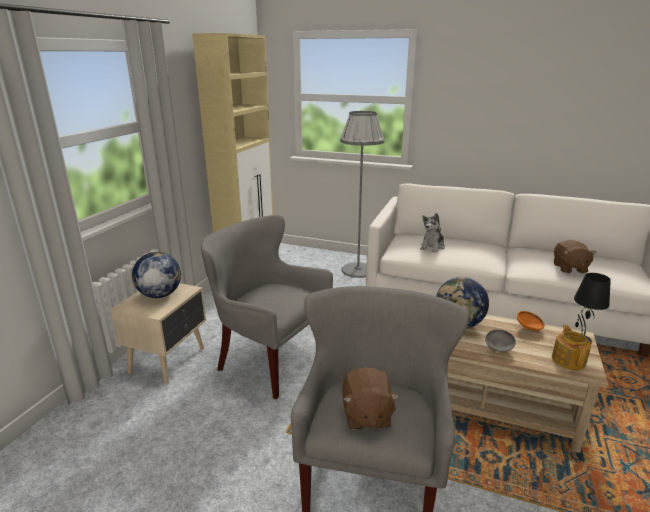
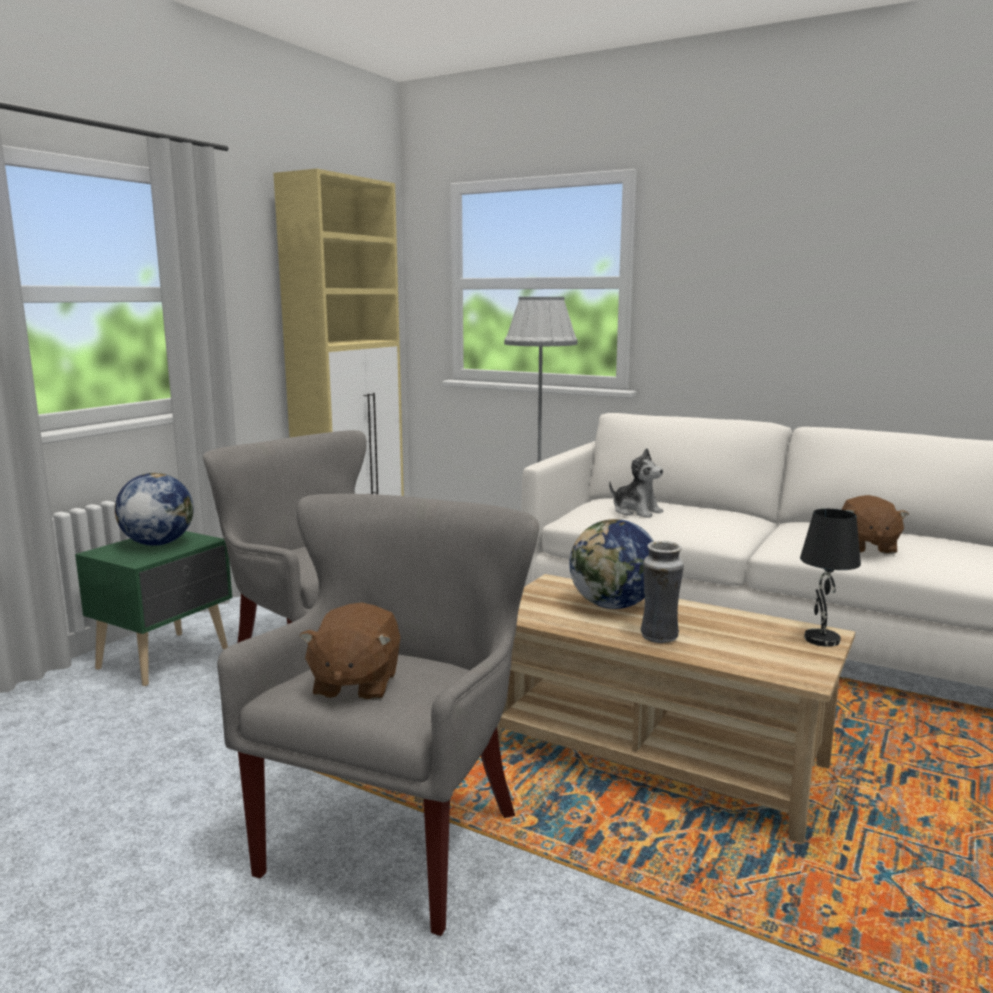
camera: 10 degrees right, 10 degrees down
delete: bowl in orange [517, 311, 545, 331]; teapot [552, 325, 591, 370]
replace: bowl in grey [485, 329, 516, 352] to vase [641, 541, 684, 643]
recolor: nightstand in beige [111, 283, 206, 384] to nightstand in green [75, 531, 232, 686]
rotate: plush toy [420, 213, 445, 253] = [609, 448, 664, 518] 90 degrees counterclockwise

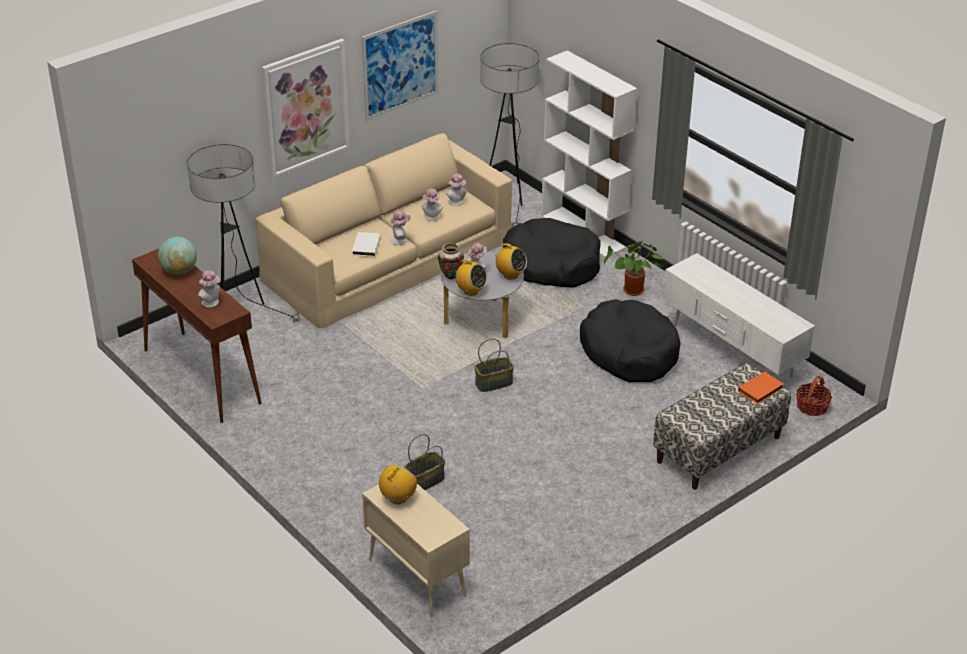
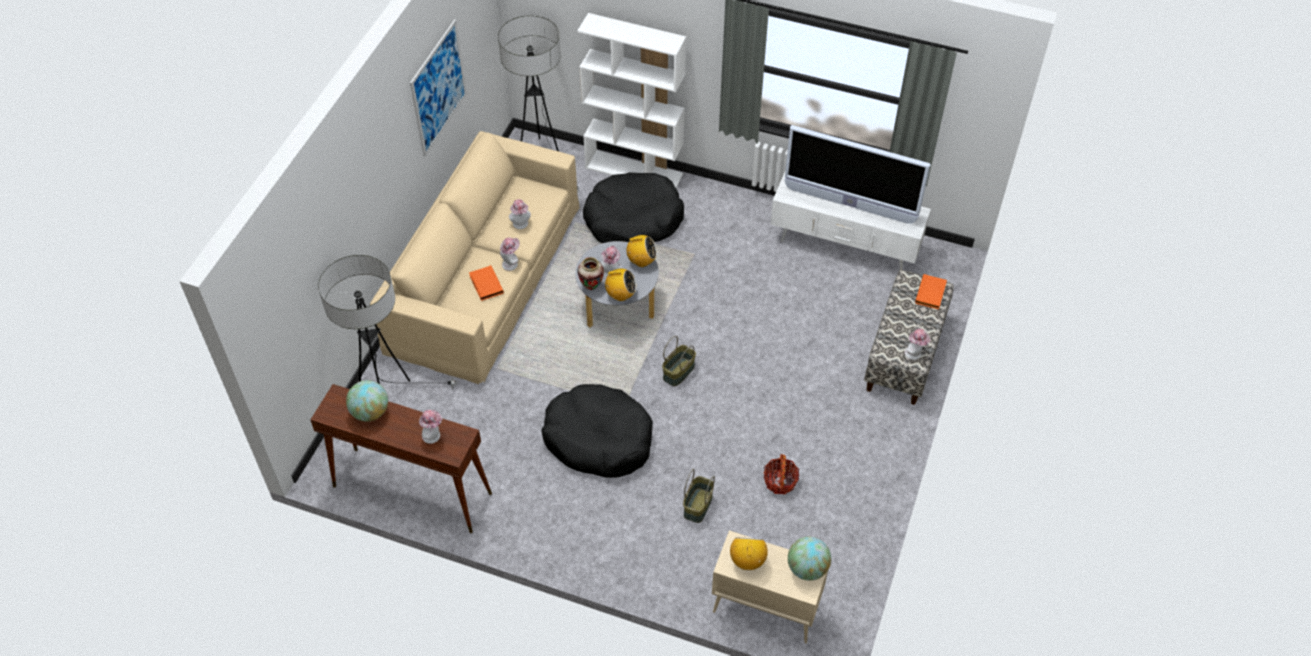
camera: 30 degrees left, 15 degrees up
delete: picture [262, 39, 350, 179]; potted plant [604, 240, 664, 296]
insert: television [785, 125, 930, 224]; globe [788, 537, 831, 581]
move: dog bed in black [580, 299, 681, 382] to [541, 384, 653, 478]; basket [796, 375, 832, 416] to [764, 454, 799, 494]; hat [446, 174, 467, 206] to [905, 329, 931, 360]
recolor: book in white [352, 232, 381, 257] to book in orange [469, 265, 504, 301]

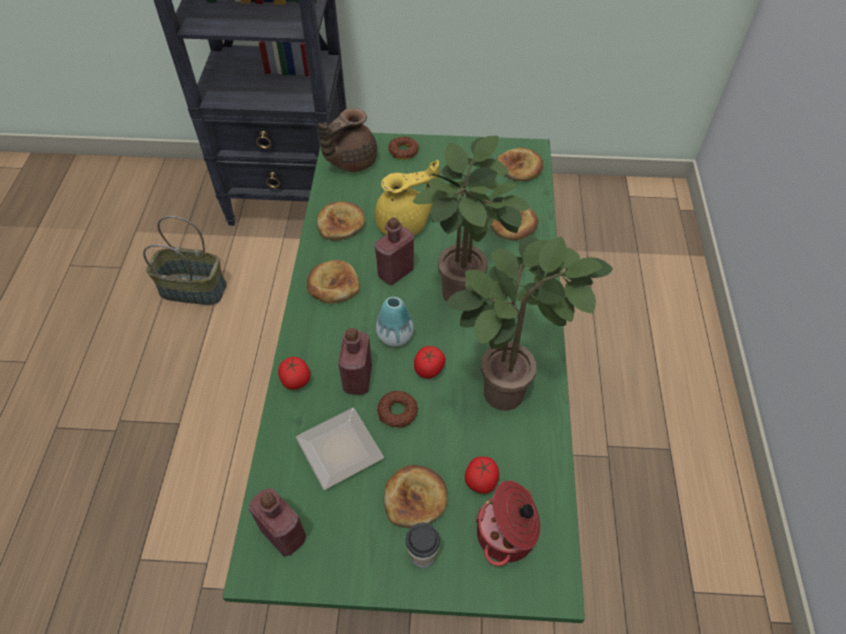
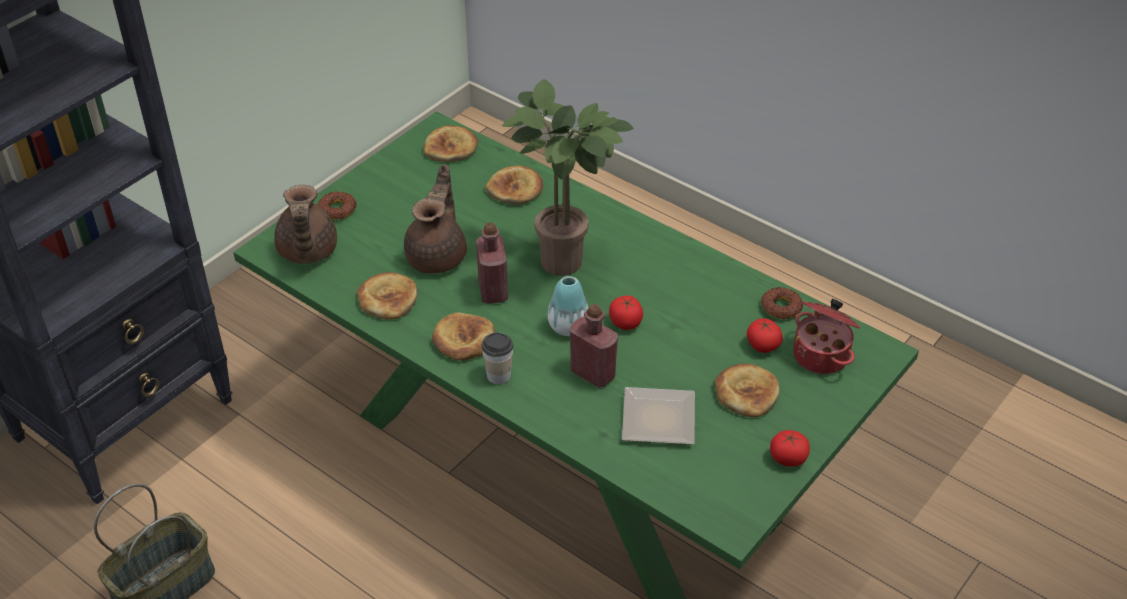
camera: 55 degrees left, 10 degrees down
delete: bottle in red [249, 488, 306, 557]; potted plant [446, 237, 613, 411]
move: cup [406, 523, 440, 568] to [482, 332, 513, 384]; donut [377, 391, 418, 428] to [761, 287, 803, 320]; tomato [278, 357, 310, 390] to [770, 430, 810, 467]
recolor: teapot in yellow [375, 160, 439, 235] to teapot in brown [404, 164, 467, 274]

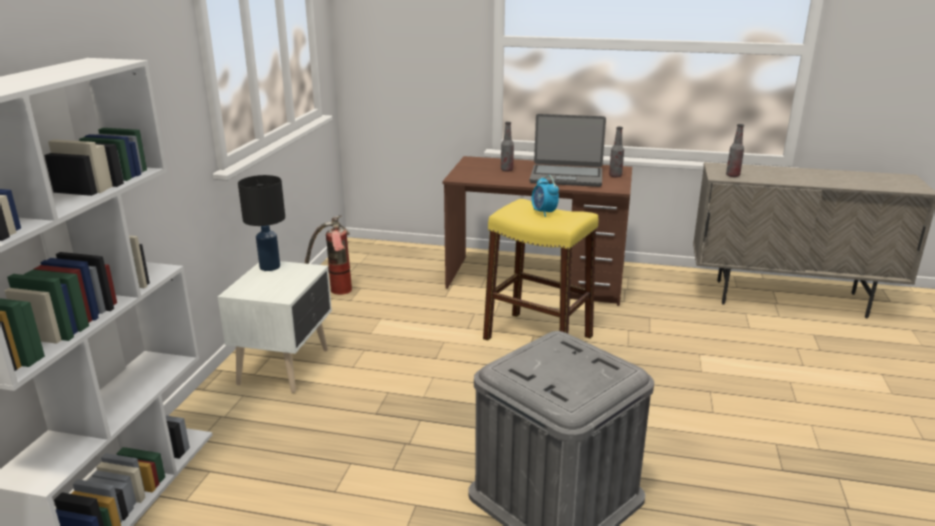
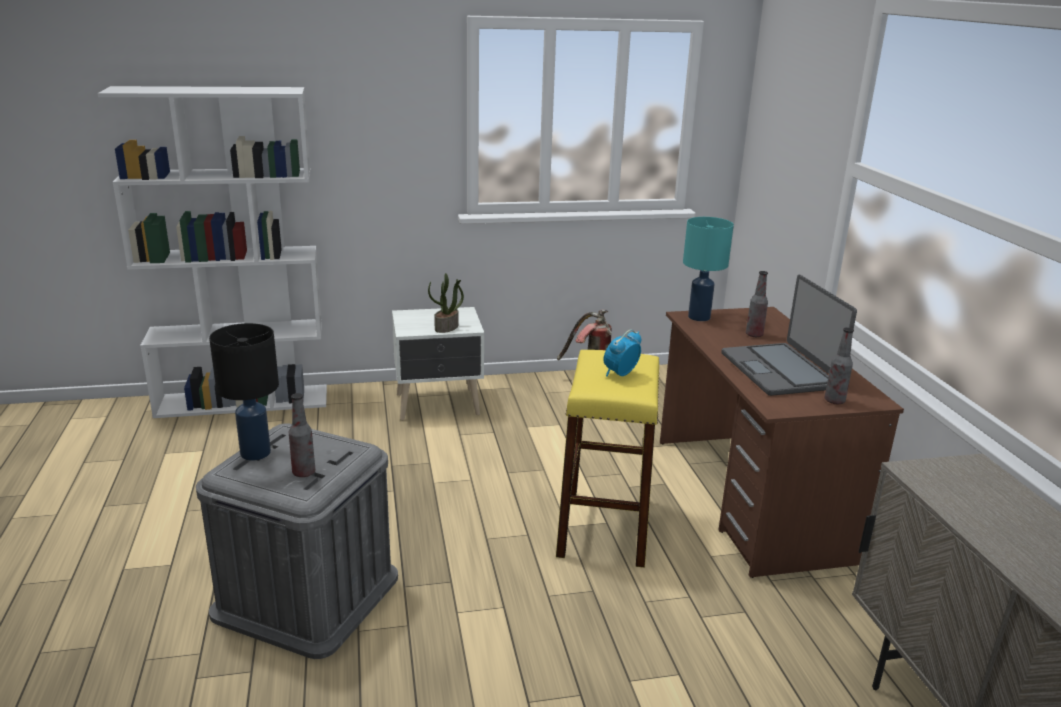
camera: 65 degrees right, 0 degrees up
insert: potted plant [428, 273, 464, 333]; table lamp in turquoise [683, 217, 734, 321]
move: table lamp in black [238, 175, 285, 271] to [209, 323, 279, 461]; bottle [726, 124, 744, 177] to [289, 393, 315, 477]

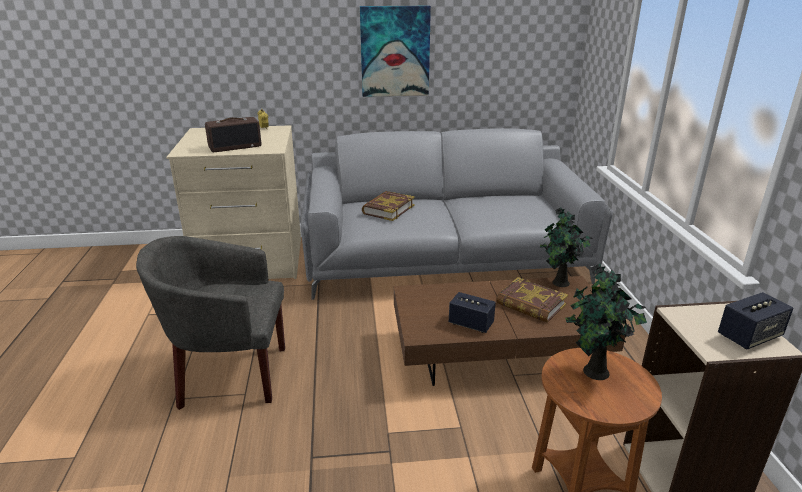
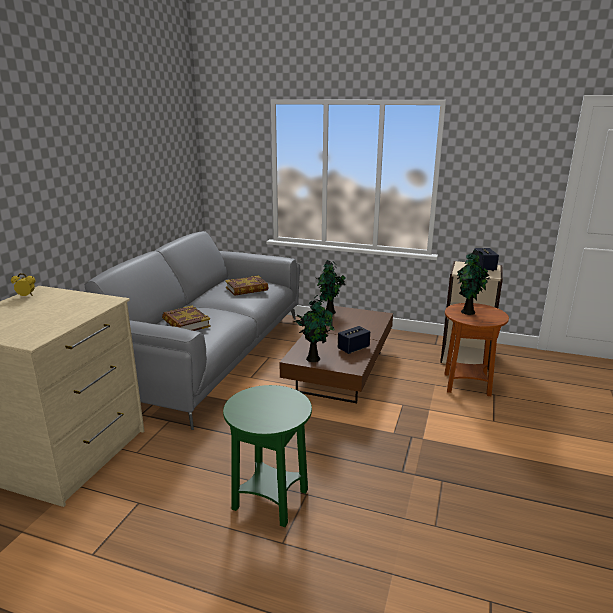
camera: 65 degrees left, 5 degrees down
delete: radio [205, 117, 261, 152]; picture [360, 6, 431, 97]
insert: potted plant [294, 295, 335, 362]
move: book [496, 277, 568, 323] to [225, 276, 268, 296]
replace: armchair in grey [136, 236, 285, 410] to side table in green [223, 385, 312, 527]

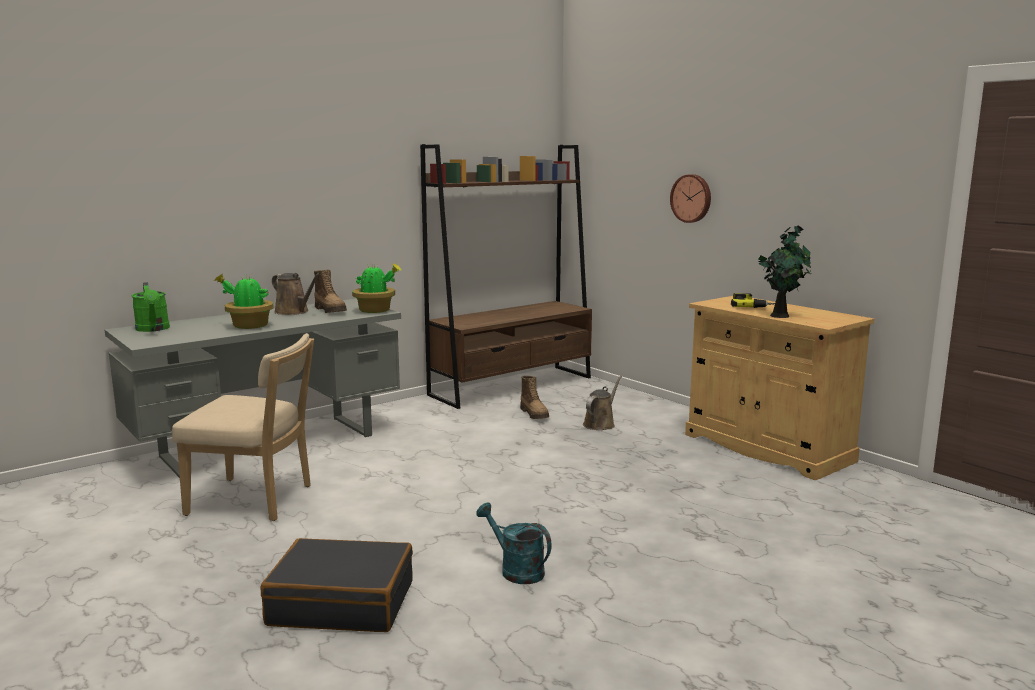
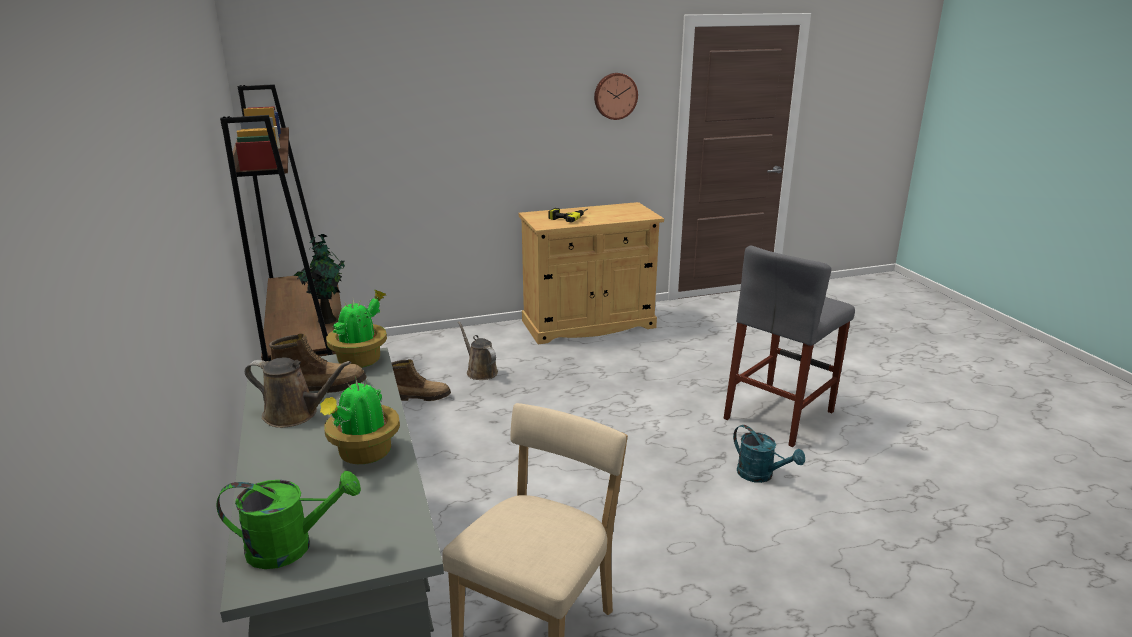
camera: 70 degrees left, 10 degrees up
delete: suitcase in black [261, 538, 413, 632]
insert: stool in grey [724, 245, 855, 447]
move: potted plant [758, 225, 812, 318] to [294, 234, 345, 324]; wall clock [670, 174, 711, 223] to [594, 73, 638, 120]
rotate: watering can in brown [272, 273, 320, 315] = [245, 358, 351, 428] 45 degrees clockwise; watering can in turquoise [476, 503, 552, 584] = [733, 425, 805, 483] 105 degrees counterclockwise

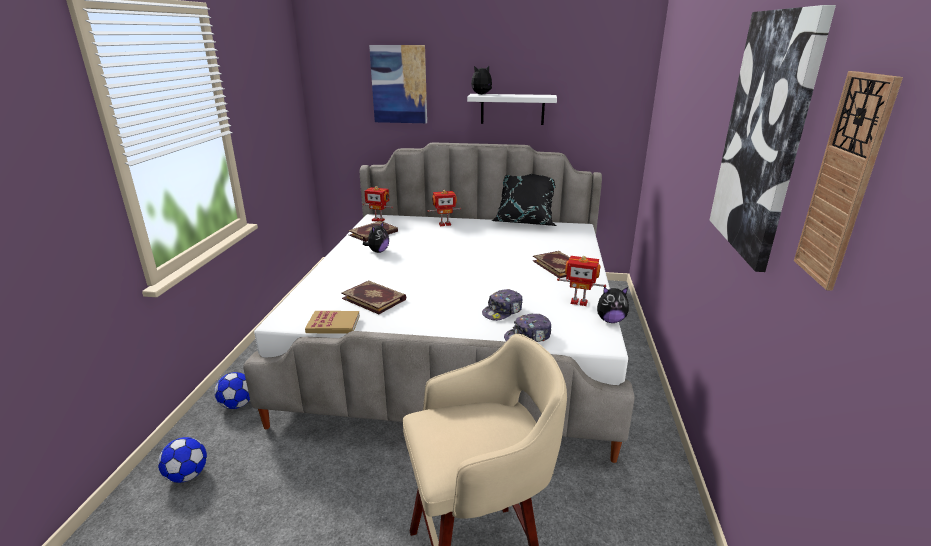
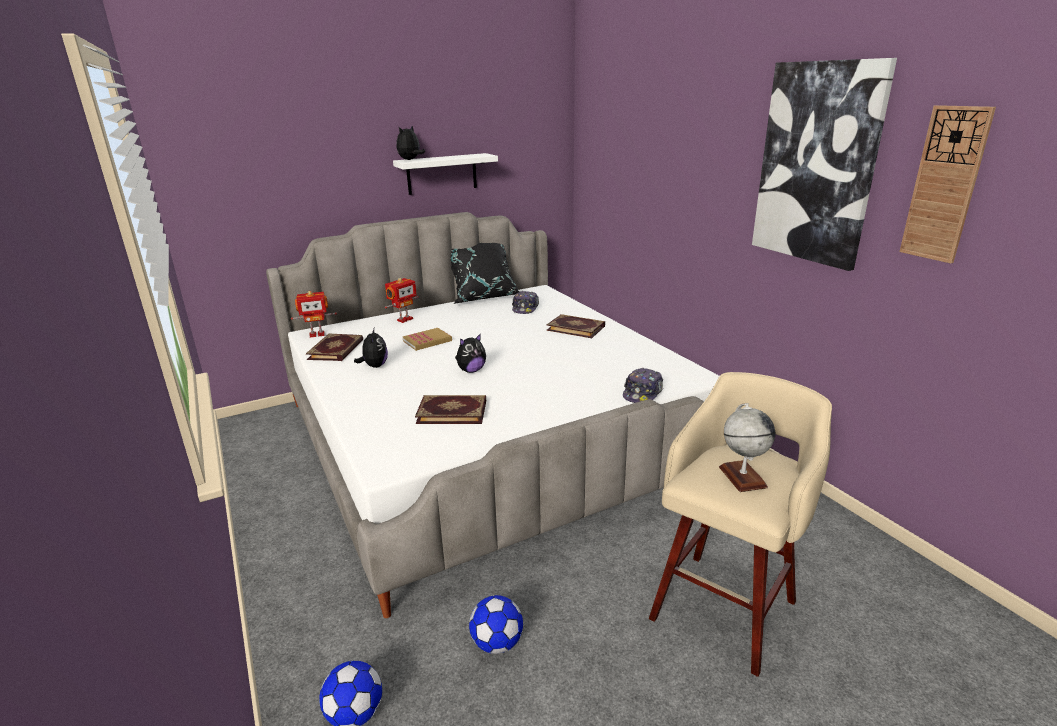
camera: 35 degrees left, 0 degrees up
delete: picture [369, 45, 427, 123]; toy robot [557, 256, 606, 306]
insert: globe [719, 403, 775, 492]
move: book [305, 311, 360, 334] to [403, 328, 452, 351]; plush toy [597, 287, 629, 323] to [455, 334, 486, 373]; football [214, 372, 250, 409] to [469, 595, 523, 654]; cap [482, 289, 523, 321] to [512, 291, 539, 314]

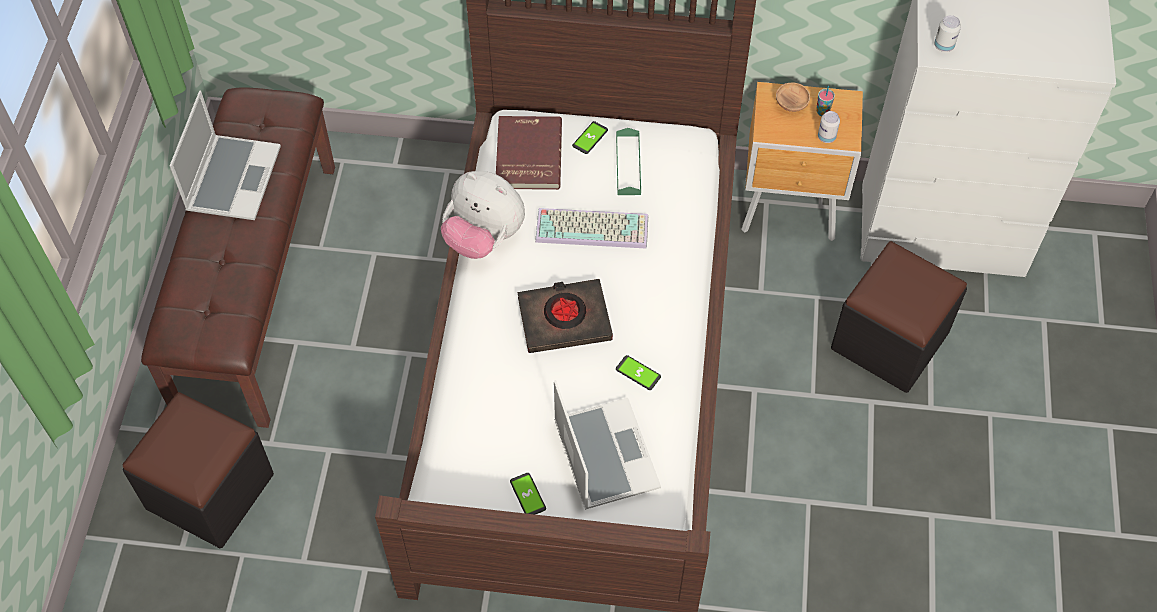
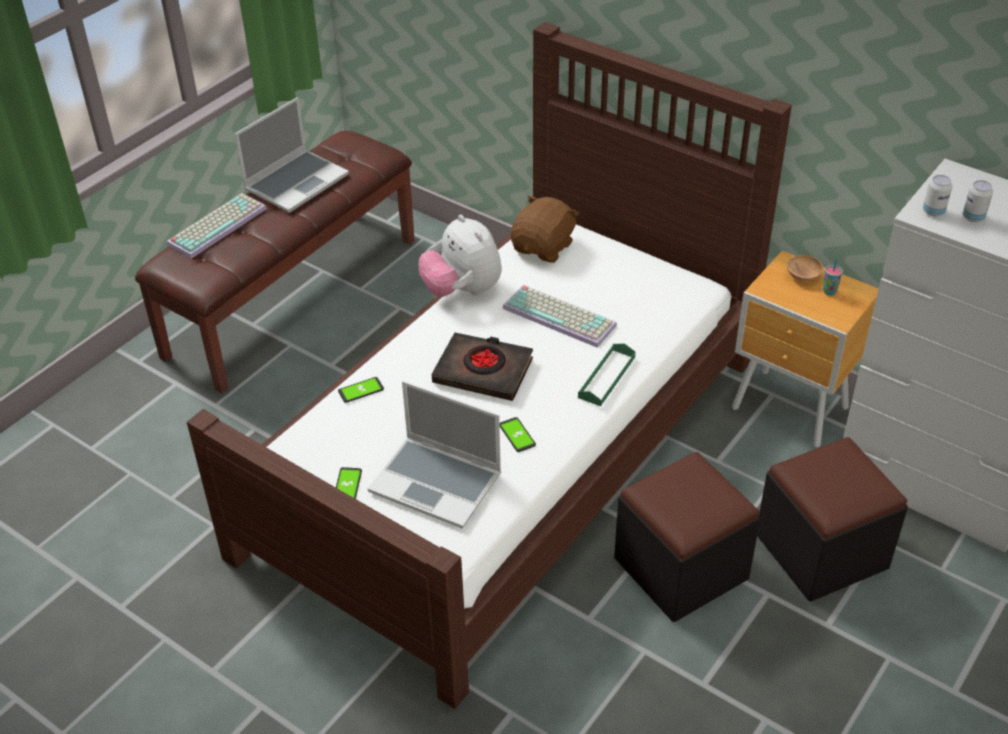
camera: 30 degrees right, 15 degrees down
insert: keyboard [167, 193, 267, 259]
move: phone [572, 121, 608, 154] to [338, 377, 384, 403]; tray in green [616, 128, 641, 195] to [578, 343, 635, 406]; ottoman in black [122, 392, 274, 548] to [614, 452, 760, 622]; can [818, 111, 840, 143] to [963, 180, 993, 222]
replace: book in red [496, 116, 562, 190] to plush toy in brown [511, 195, 579, 263]
rotate: laptop [554, 380, 661, 510] = [368, 381, 501, 529] 105 degrees clockwise

